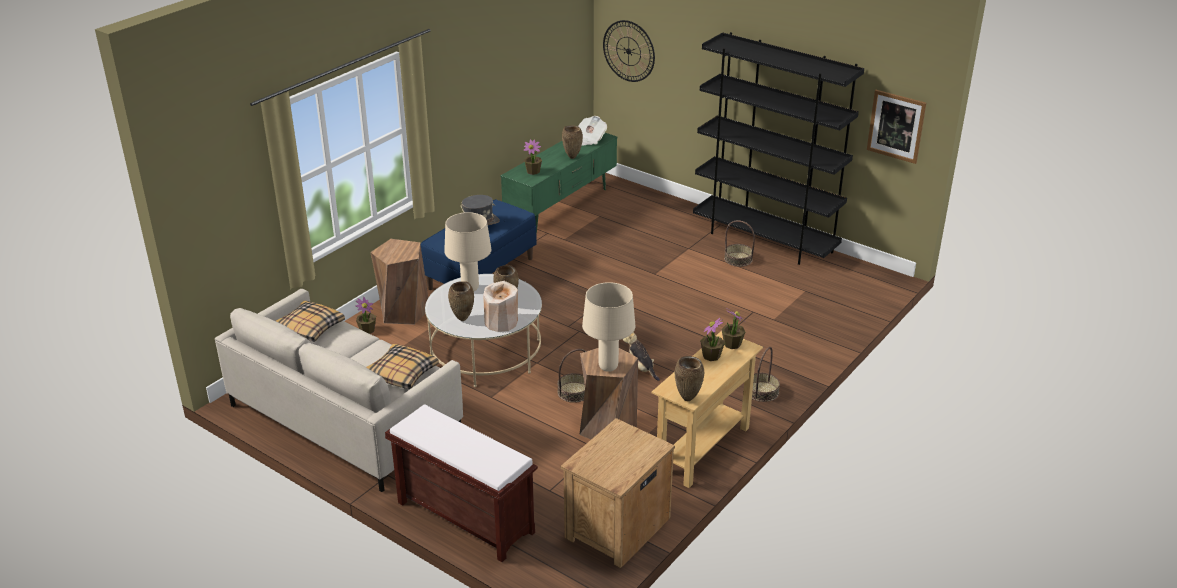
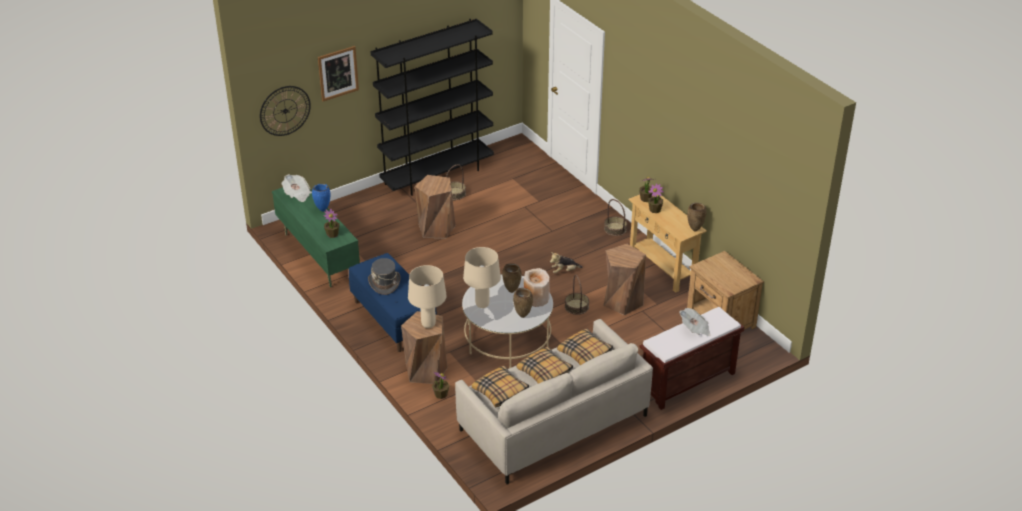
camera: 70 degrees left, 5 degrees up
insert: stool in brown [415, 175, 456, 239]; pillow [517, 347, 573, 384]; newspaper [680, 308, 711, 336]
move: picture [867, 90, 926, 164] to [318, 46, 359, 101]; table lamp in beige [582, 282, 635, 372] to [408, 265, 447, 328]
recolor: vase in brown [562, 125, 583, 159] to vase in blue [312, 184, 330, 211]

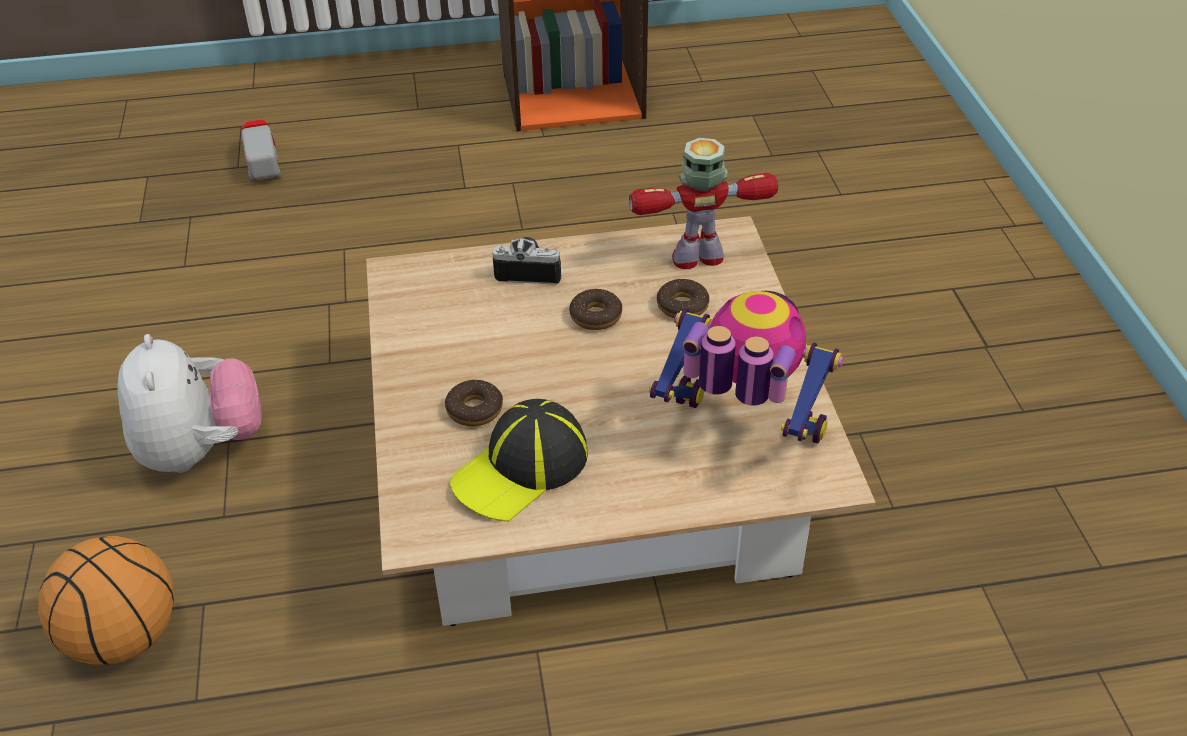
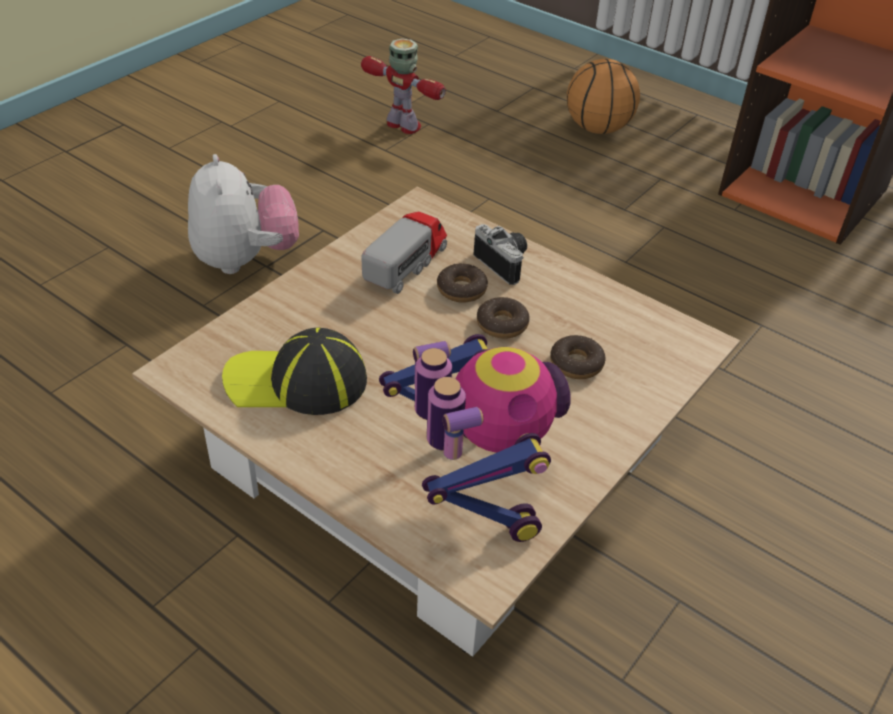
camera: 45 degrees right, 0 degrees up
move: toy robot [629, 138, 778, 269] to [361, 39, 446, 134]; toy truck [242, 119, 281, 182] to [361, 211, 447, 294]; donut [445, 380, 503, 426] to [437, 263, 488, 303]; basketball [38, 536, 174, 665] to [567, 59, 640, 134]
rotate: plush toy [117, 334, 261, 473] = [188, 154, 299, 274] 45 degrees counterclockwise

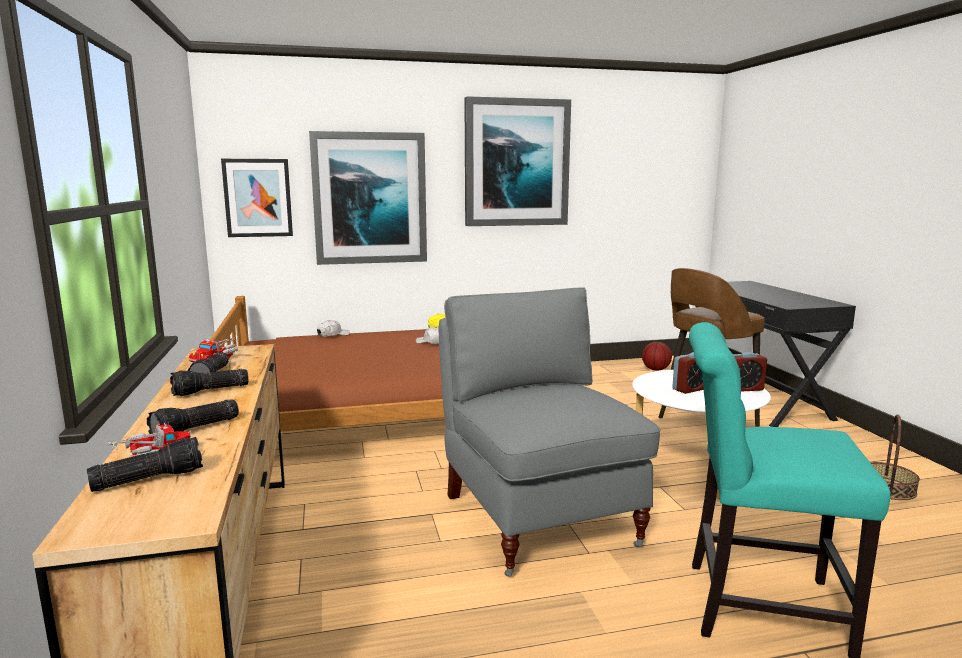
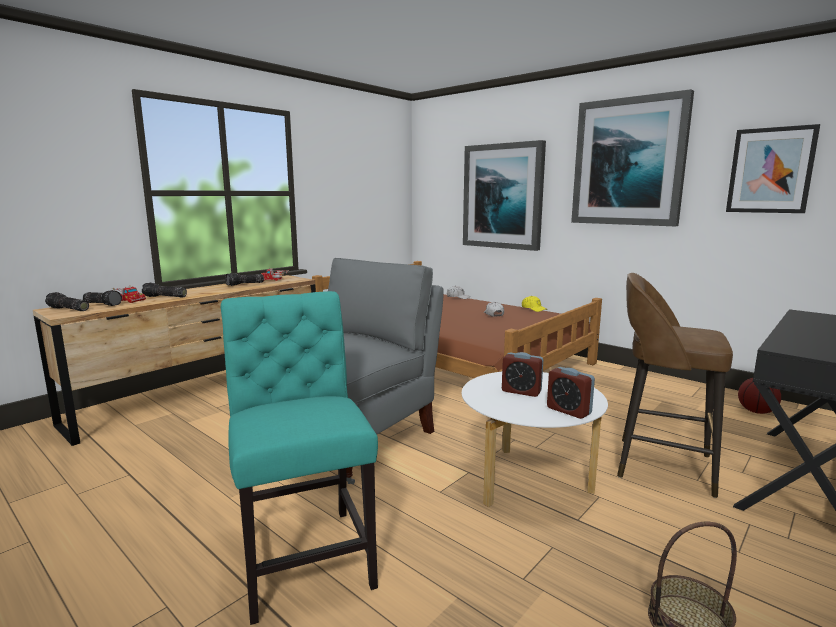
camera: 55 degrees right, 0 degrees up
move: flashlight [170, 369, 249, 396] to [45, 292, 89, 311]; picture [221, 159, 293, 237] to [726, 124, 820, 213]

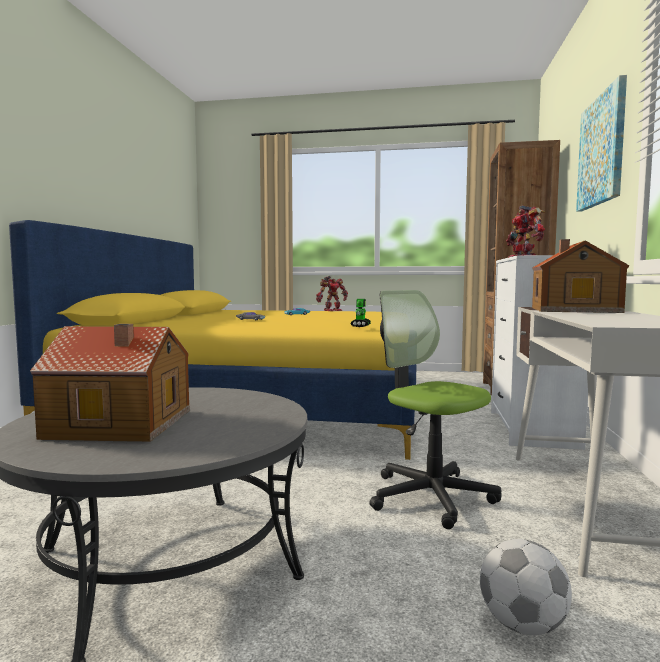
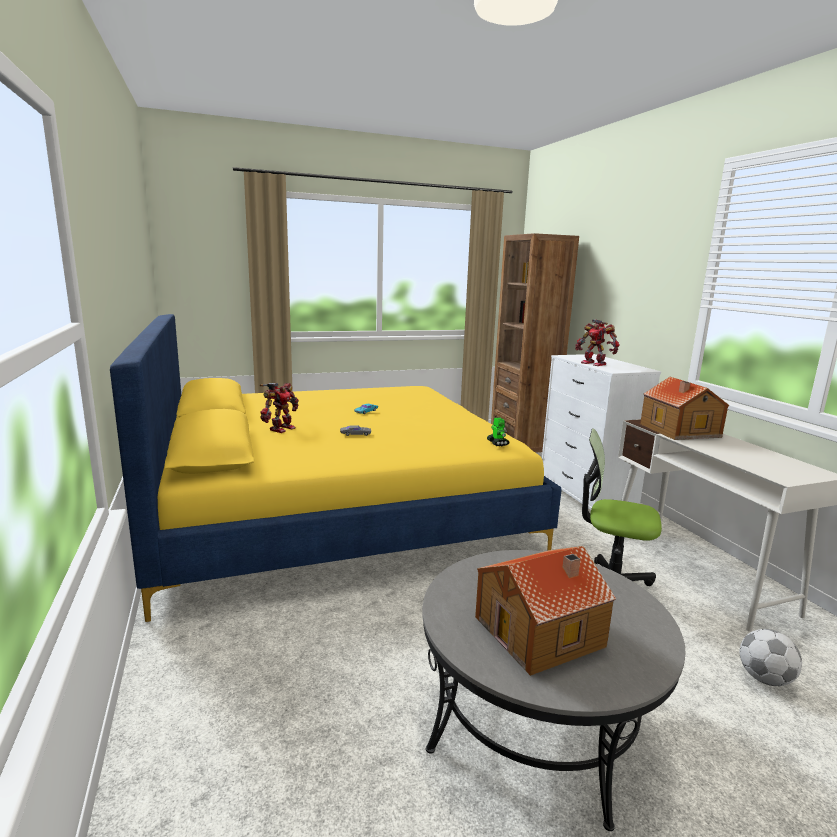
camera: 30 degrees left, 10 degrees up
delete: picture [576, 75, 627, 212]
move: toy robot [316, 276, 348, 311] to [260, 383, 299, 433]

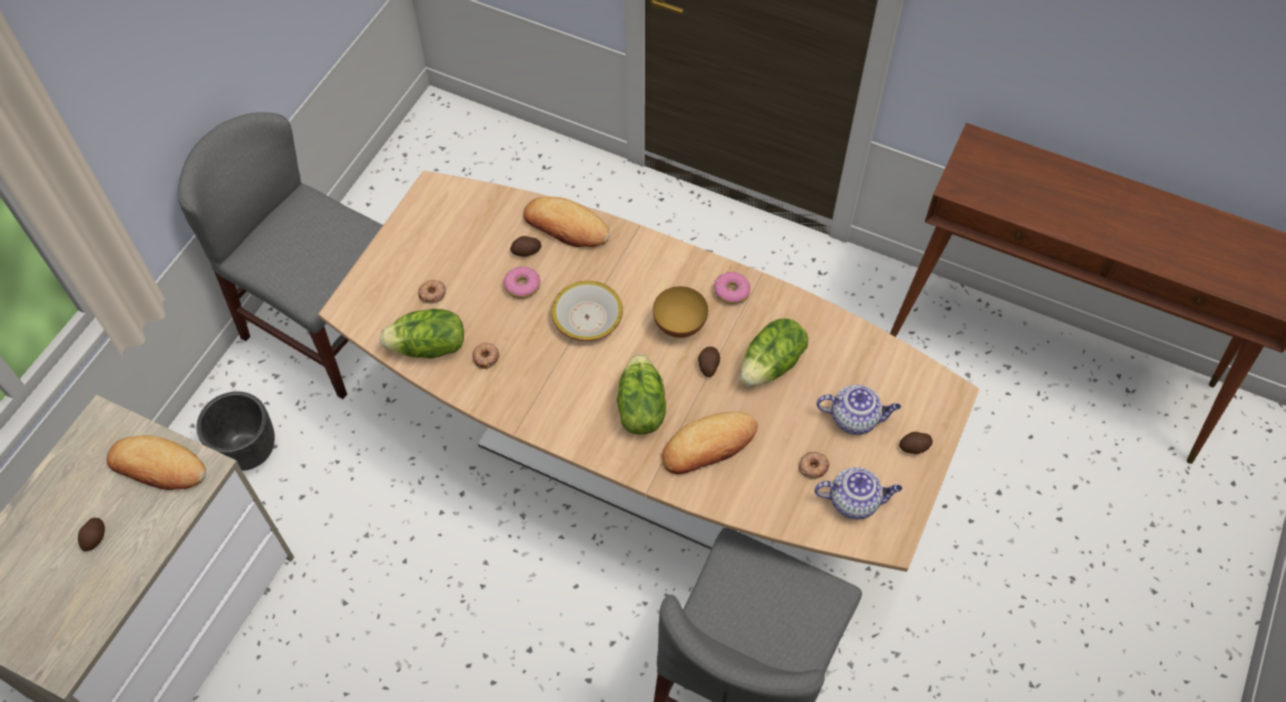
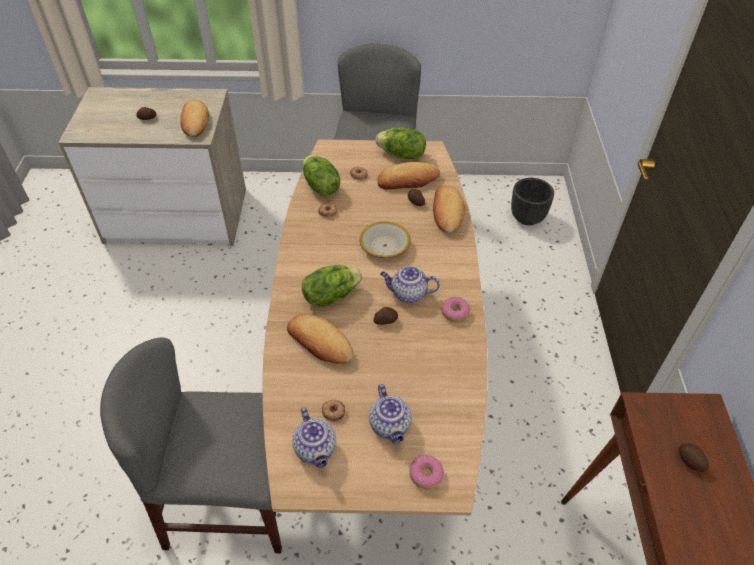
camera: 65 degrees right, 10 degrees down
insert: bread [377, 162, 440, 190]
move: lettuce [740, 318, 808, 386] to [376, 127, 426, 159]; donut [503, 266, 540, 299] to [409, 455, 444, 489]; planter in black [196, 391, 275, 471] to [511, 178, 554, 225]; potato [899, 432, 933, 454] to [679, 443, 709, 472]
replace: bowl [653, 286, 708, 338] to teapot [380, 266, 440, 303]

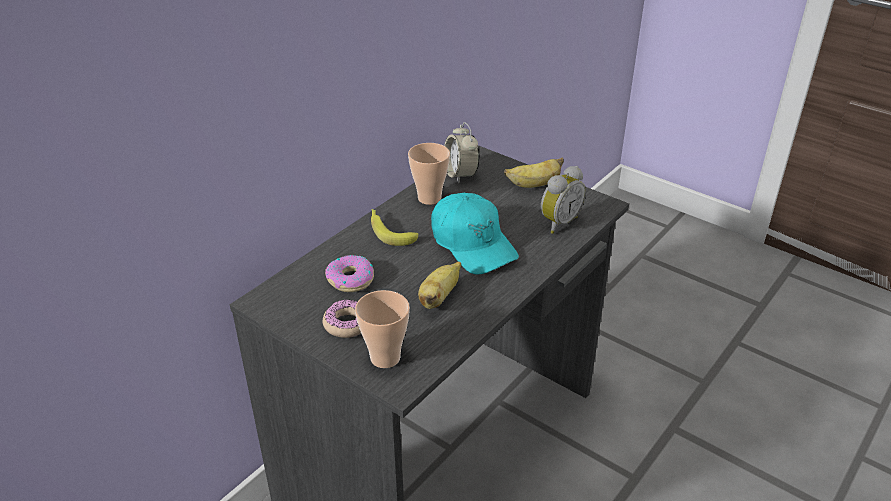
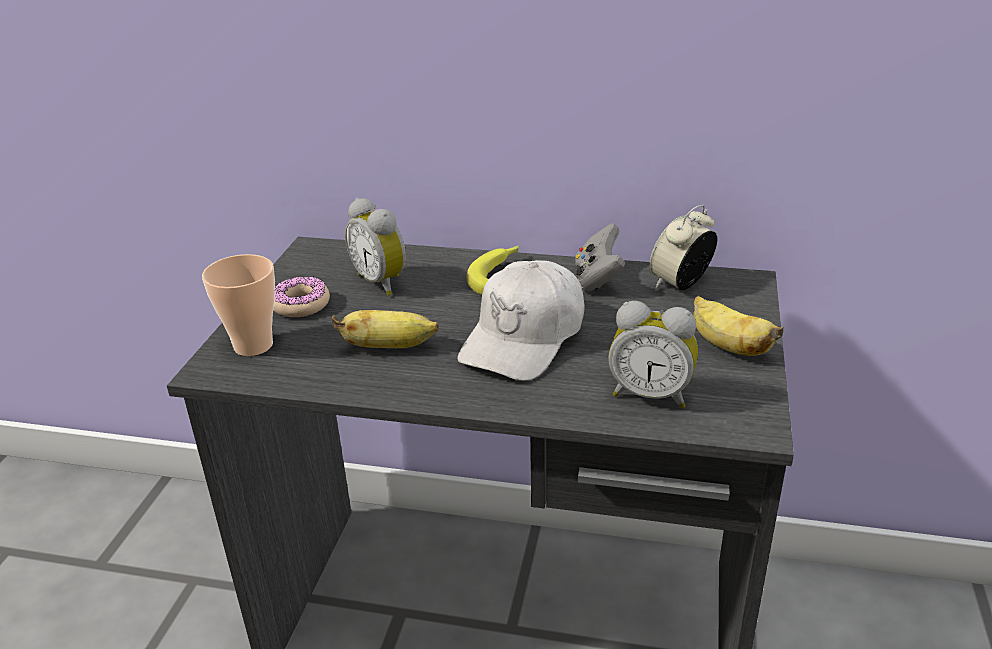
camera: 65 degrees right, 5 degrees down
replace: donut [325, 255, 374, 292] to alarm clock [345, 198, 406, 296]; cup [408, 143, 450, 205] to game controller in grey [575, 223, 625, 291]
recolor: cap in turquoise [431, 193, 519, 274] to cap in white [458, 260, 585, 381]

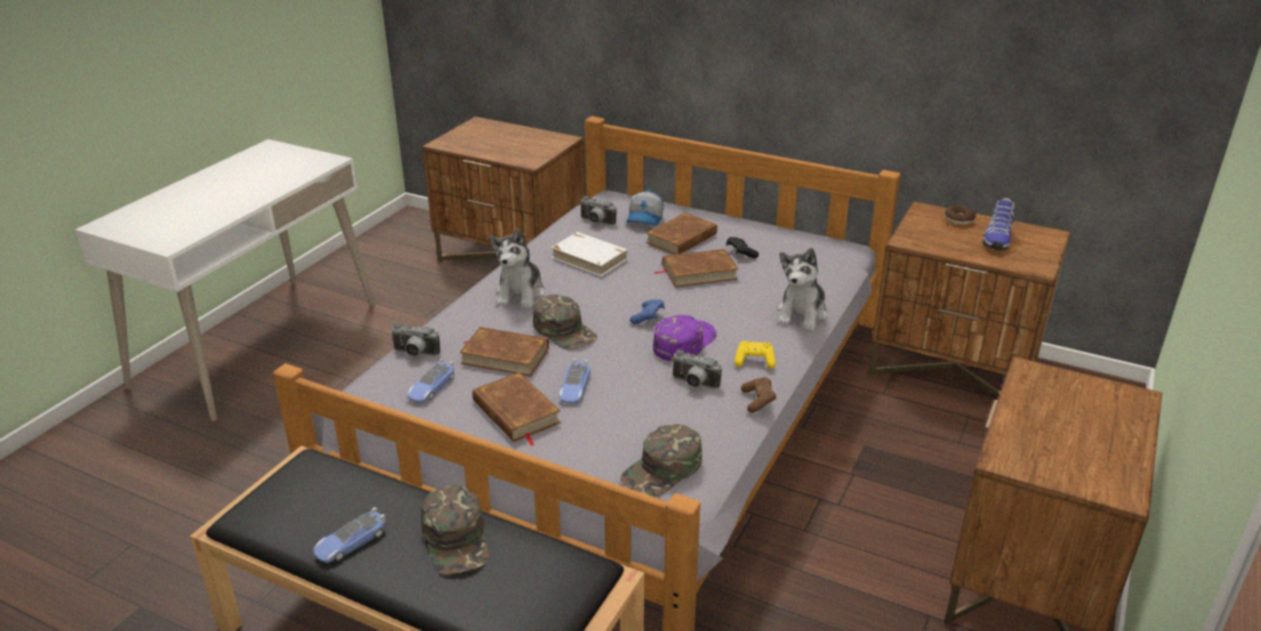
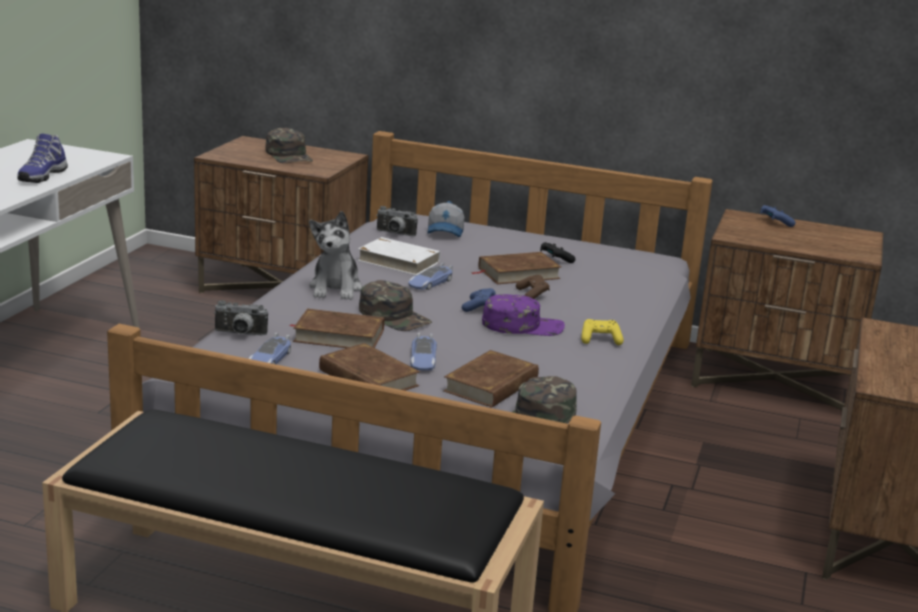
camera: 10 degrees left, 10 degrees down
delete: photo camera [672, 350, 722, 389]; plush toy [777, 248, 828, 331]
move: shoe [983, 198, 1015, 250] to [17, 134, 68, 183]; cap in green [420, 485, 489, 575] to [265, 128, 313, 163]; toy car [313, 507, 386, 563] to [408, 263, 453, 290]; book in brown [646, 213, 717, 255] to [443, 350, 539, 408]; game controller in brown [741, 377, 776, 413] to [516, 275, 550, 299]
replace: donut [944, 206, 976, 225] to game controller in blue [760, 205, 796, 227]
rotate: cap in purple [653, 315, 717, 361] = [482, 294, 565, 336] 60 degrees clockwise

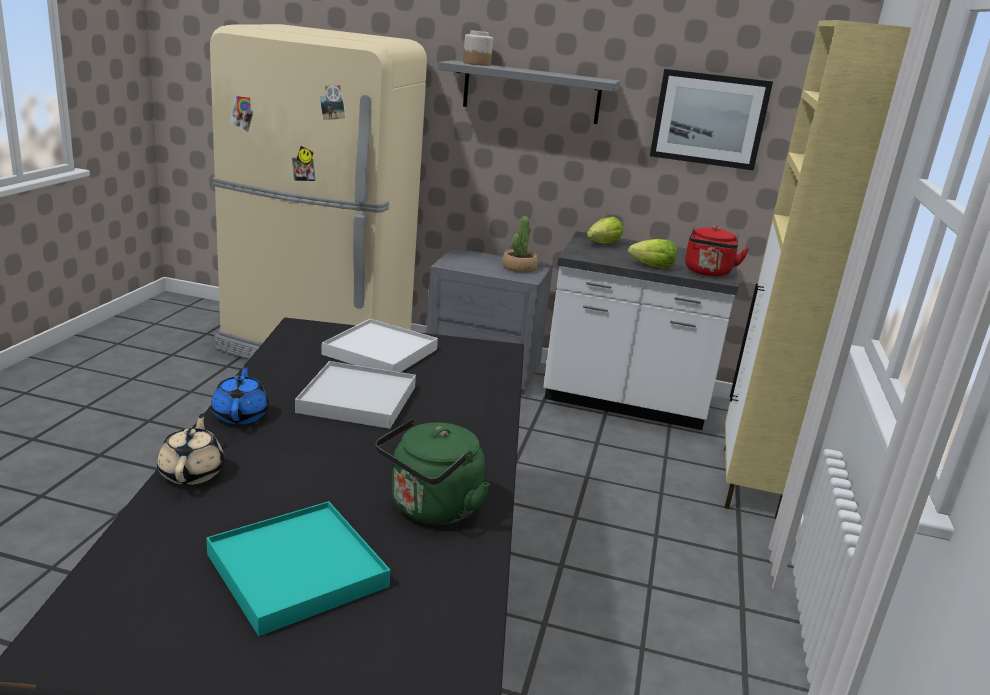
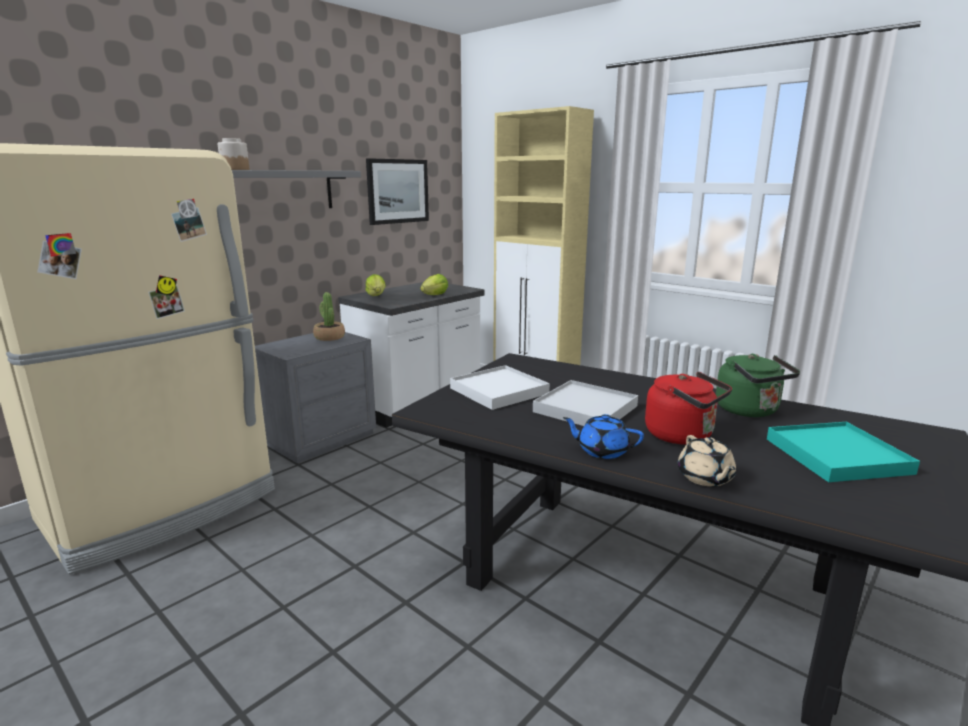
camera: 60 degrees left, 5 degrees down
move: kettle in red [685, 226, 749, 277] to [645, 372, 732, 445]
rotate: teapot in beige [157, 414, 225, 485] = [678, 435, 736, 487] 120 degrees counterclockwise

